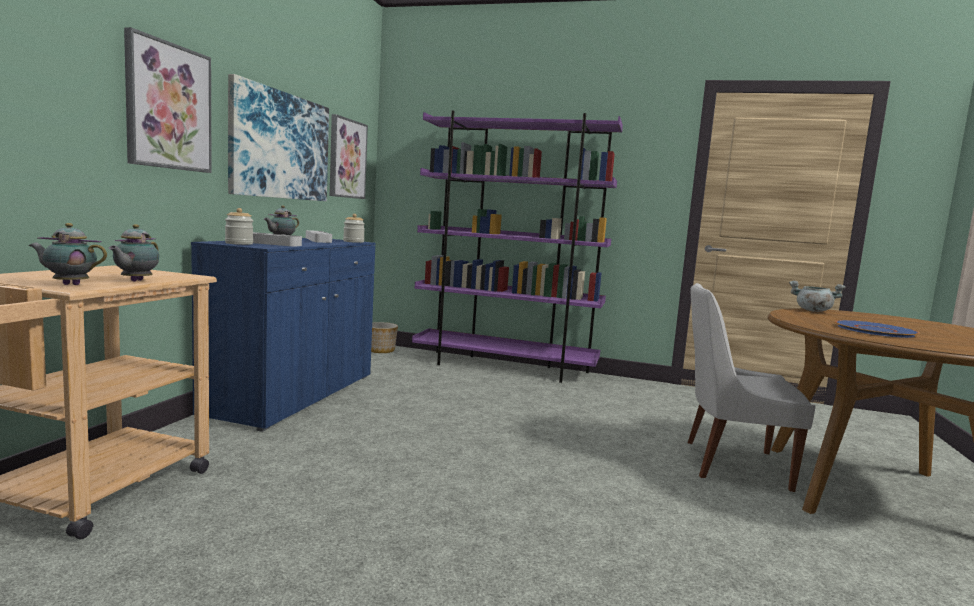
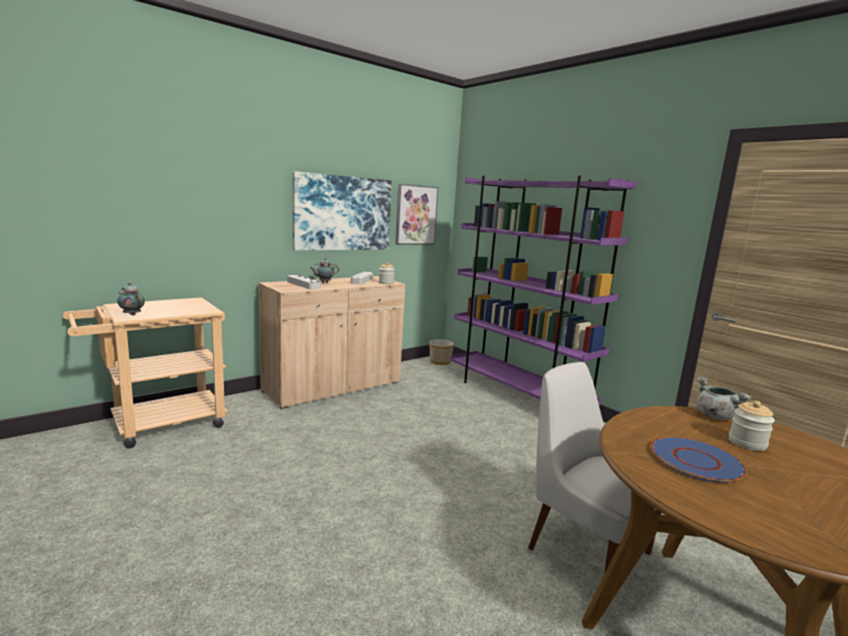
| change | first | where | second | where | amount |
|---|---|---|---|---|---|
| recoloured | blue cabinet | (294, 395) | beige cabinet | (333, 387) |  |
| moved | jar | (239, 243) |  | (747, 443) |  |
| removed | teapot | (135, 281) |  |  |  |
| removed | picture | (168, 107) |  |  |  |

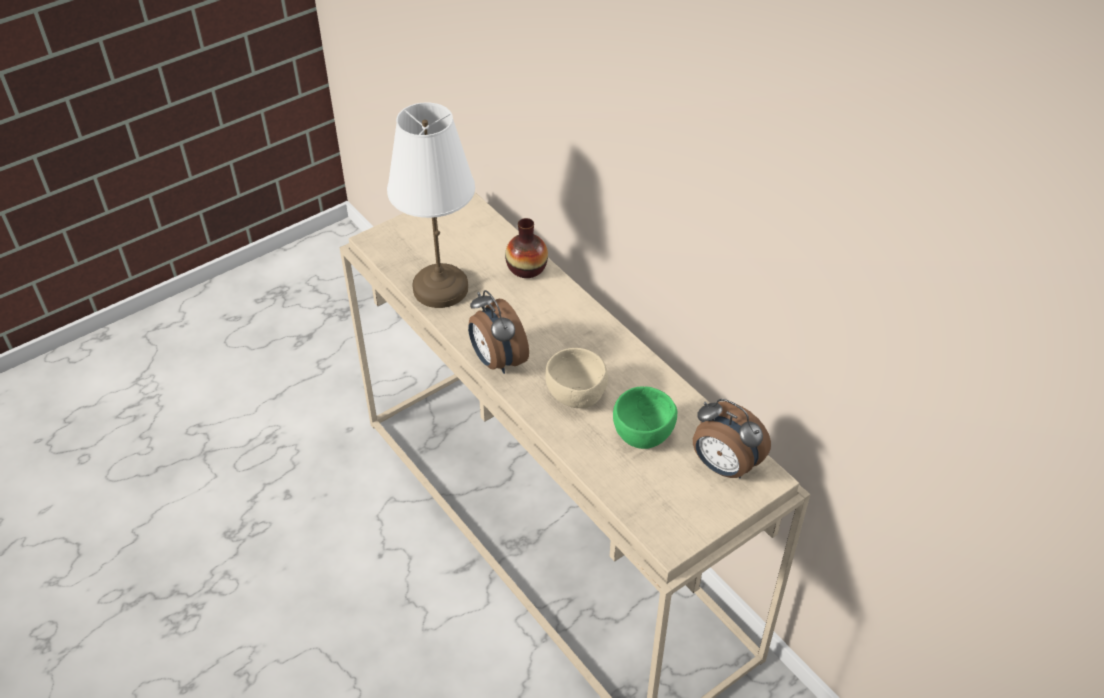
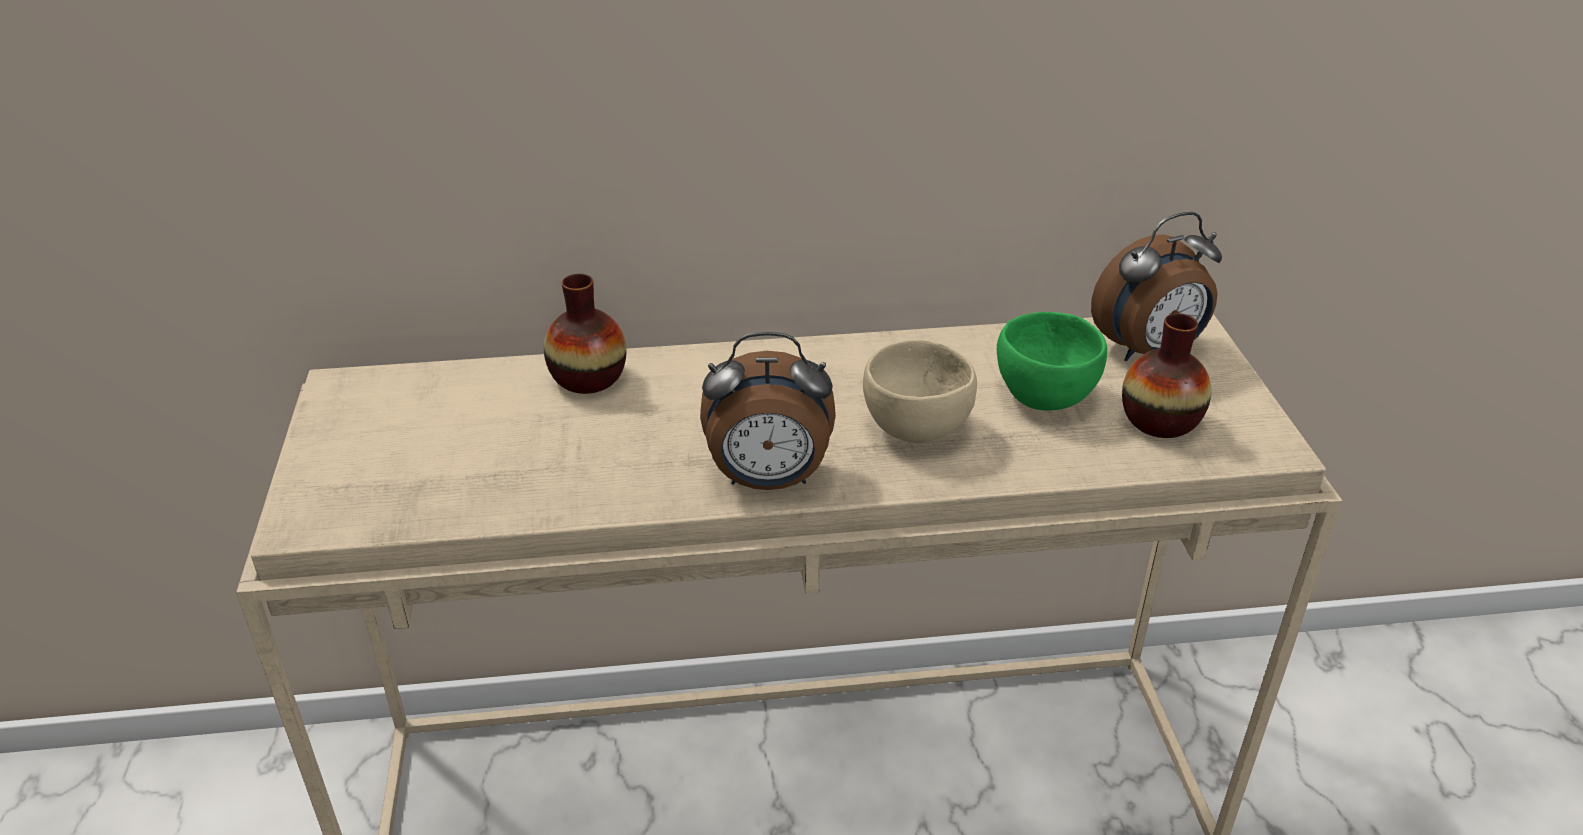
| change | first | where | second | where | amount |
|---|---|---|---|---|---|
| added |  |  | vase | (1160, 420) |  |
| removed | white table lamp | (439, 288) |  |  |  |

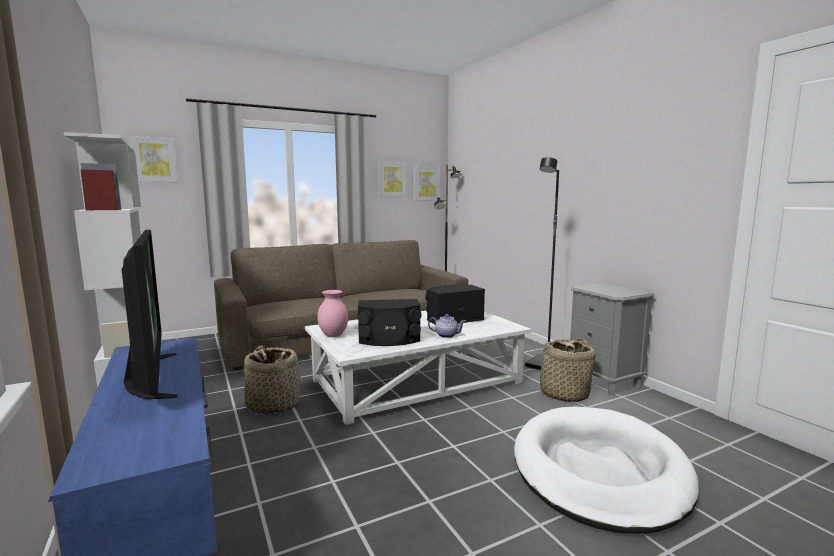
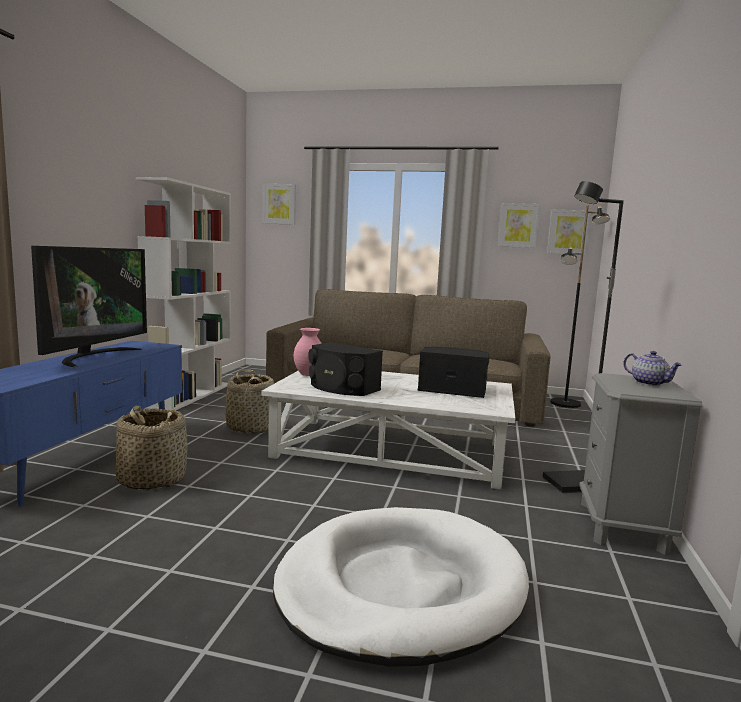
| change | first | where | second | where | amount |
|---|---|---|---|---|---|
| moved | basket | (563, 394) |  | (152, 480) |  |
| moved | teapot | (447, 335) |  | (649, 383) |  |

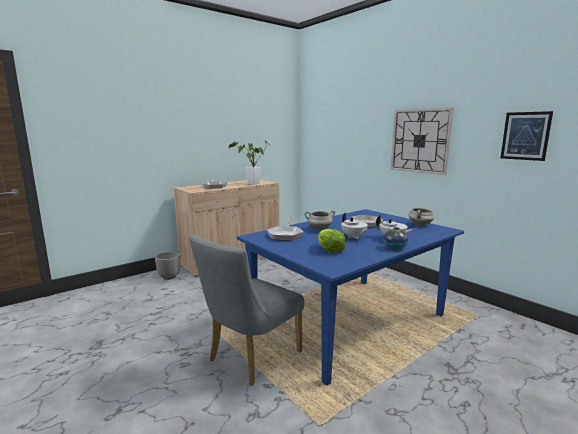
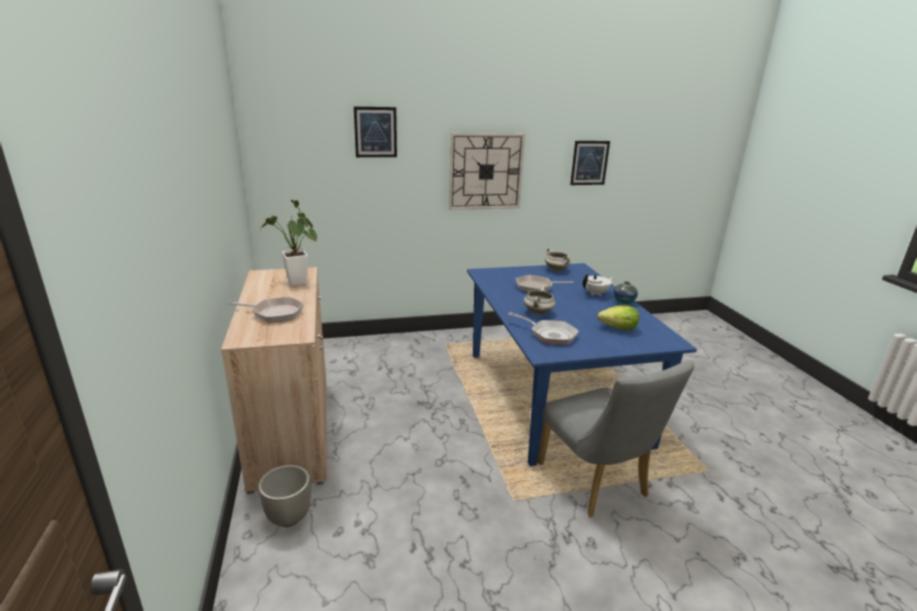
| change | first | where | second | where | amount |
|---|---|---|---|---|---|
| added |  |  | picture | (375, 132) |  |
| removed | white teapot | (353, 237) |  |  |  |

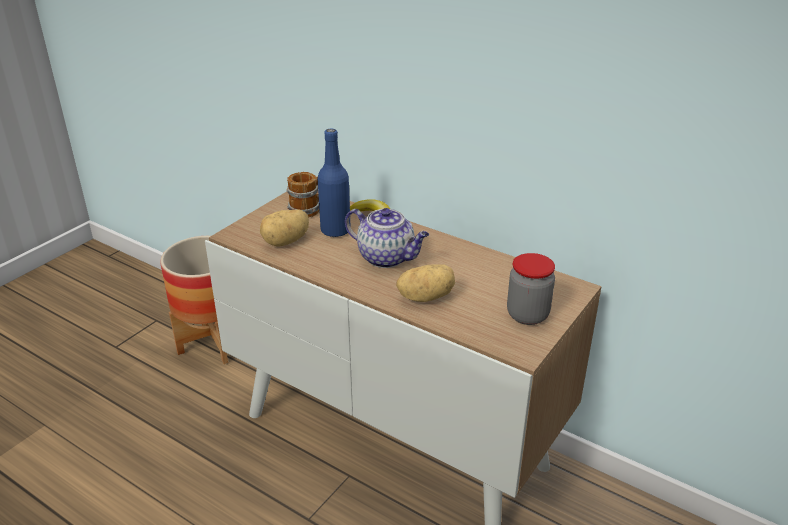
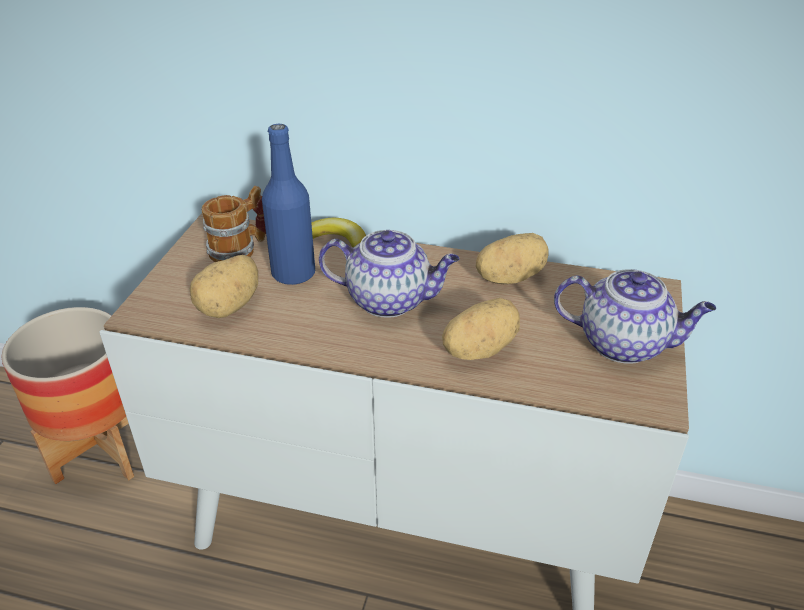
| change | first | where | second | where | amount |
|---|---|---|---|---|---|
| added |  |  | potato | (509, 277) |  |
| replaced | jar | (527, 315) | teapot | (624, 344) |  |

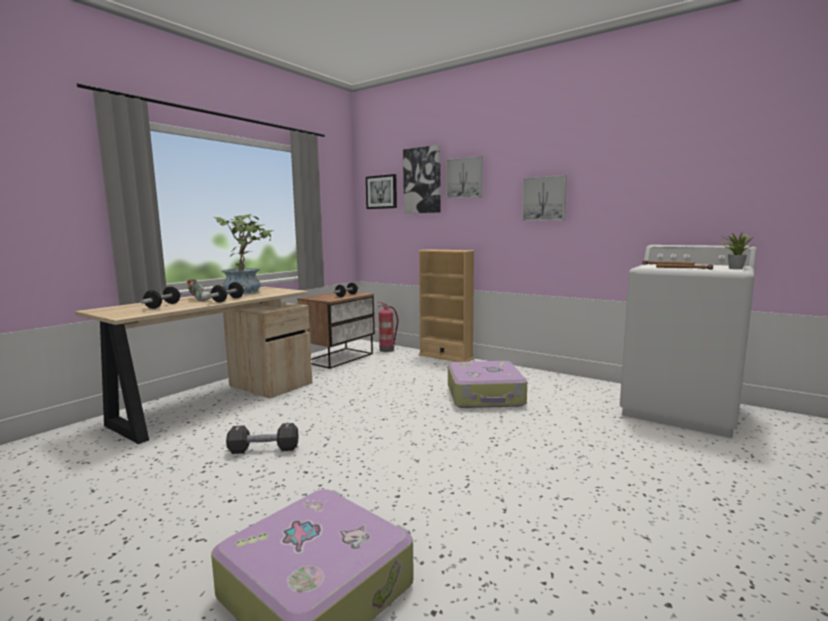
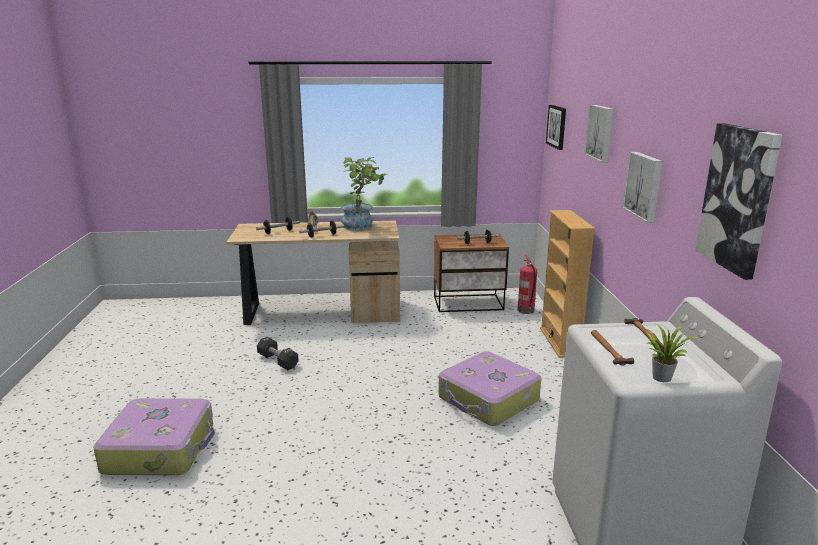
| change | first | where | second | where | amount |
|---|---|---|---|---|---|
| moved | picture | (422, 180) |  | (738, 198) |  |

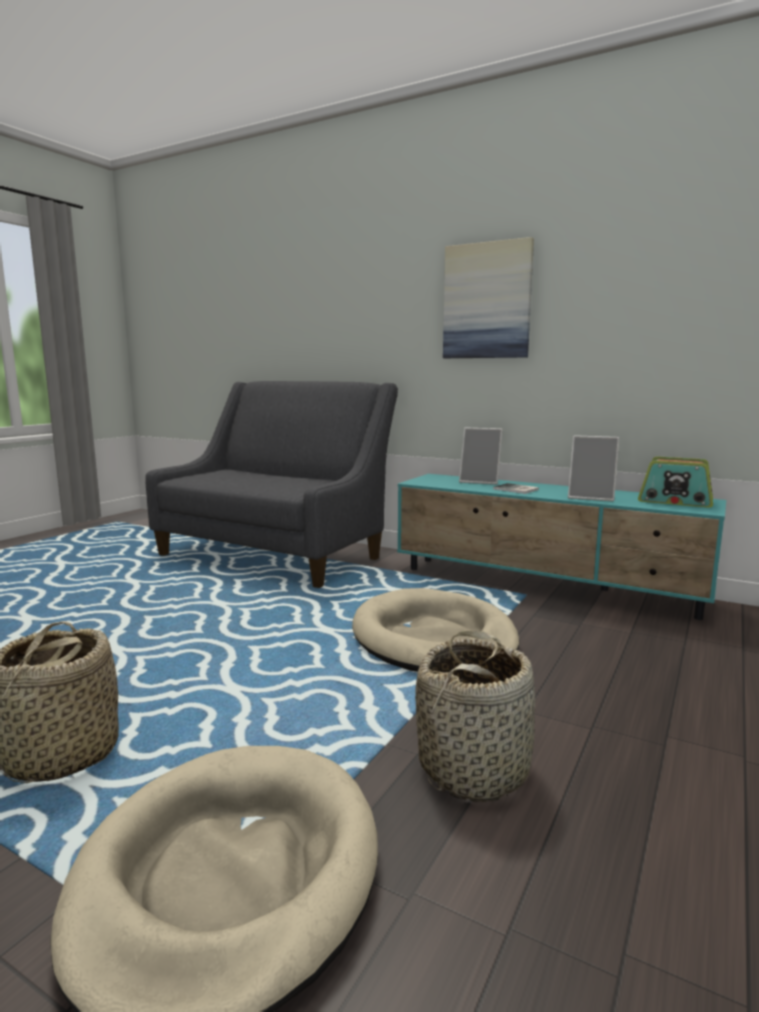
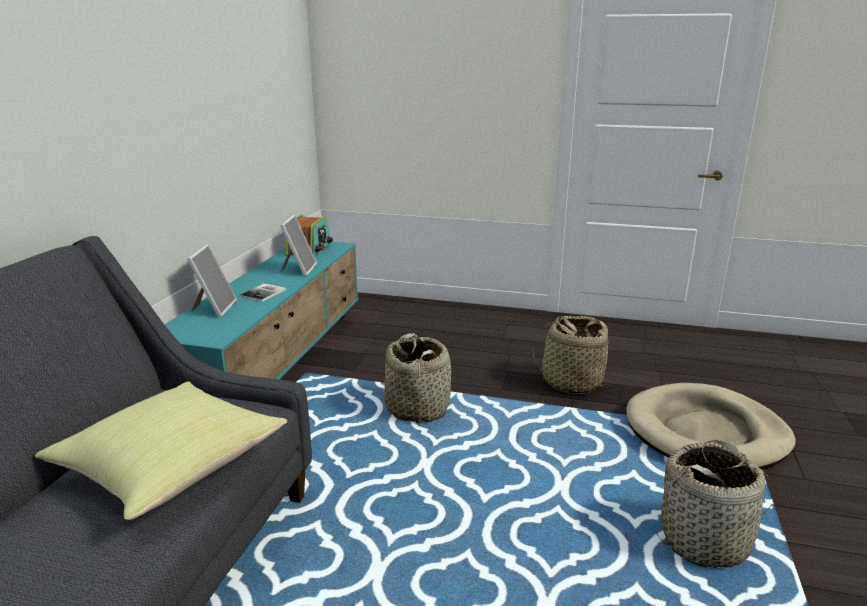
| change | first | where | second | where | amount |
|---|---|---|---|---|---|
| added |  |  | yellow pillow | (172, 468) |  |
| replaced | beige dog bed | (433, 639) | basket | (417, 408) |  |
| removed | picture | (487, 301) |  |  |  |

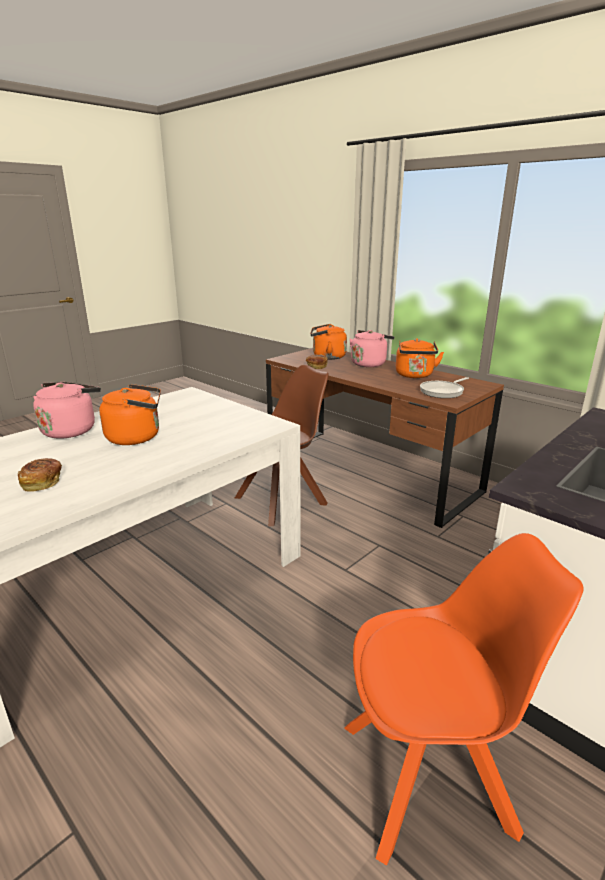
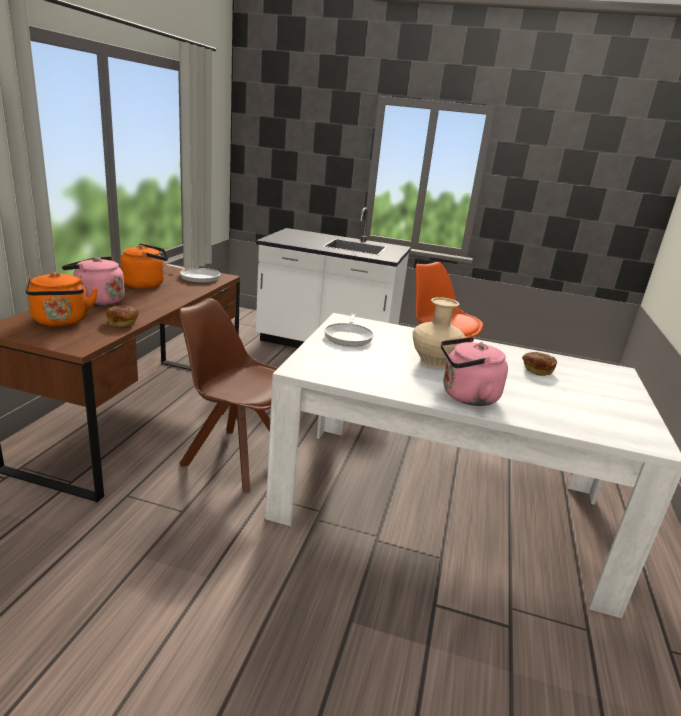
| change | first | where | second | where | amount |
|---|---|---|---|---|---|
| added |  |  | frying pan | (349, 336) |  |
| replaced | orange kettle | (137, 437) | beige vase | (434, 361) |  |

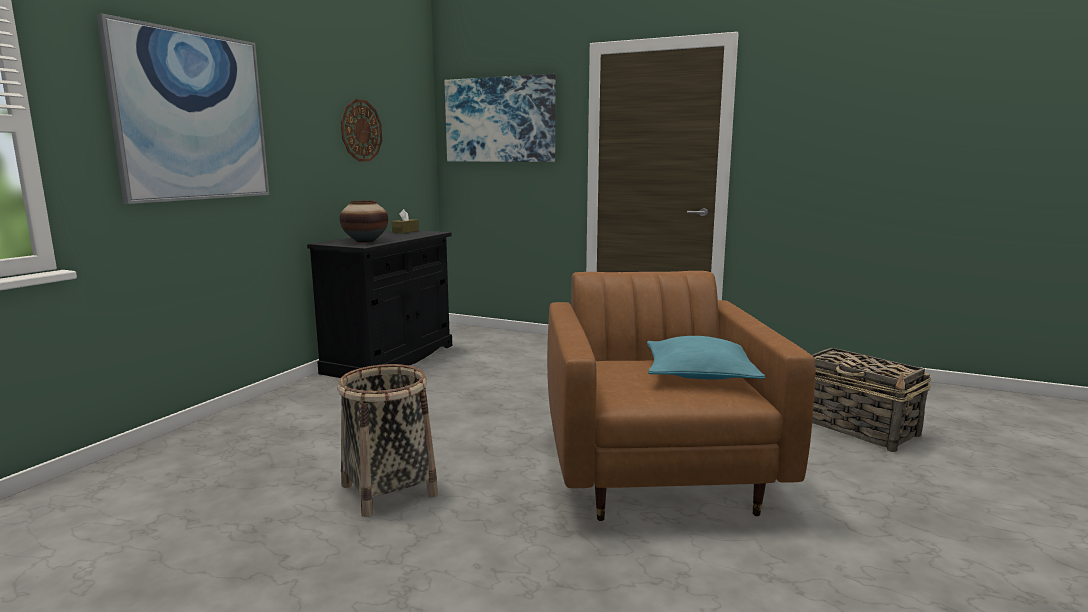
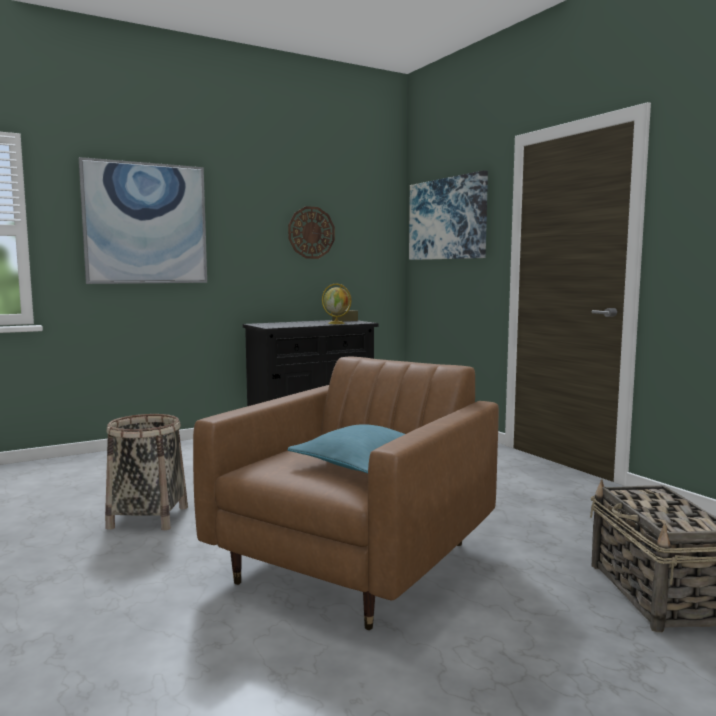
| change | first | where | second | where | amount |
|---|---|---|---|---|---|
| added |  |  | globe | (337, 323) |  |
| removed | vase | (365, 241) |  |  |  |

